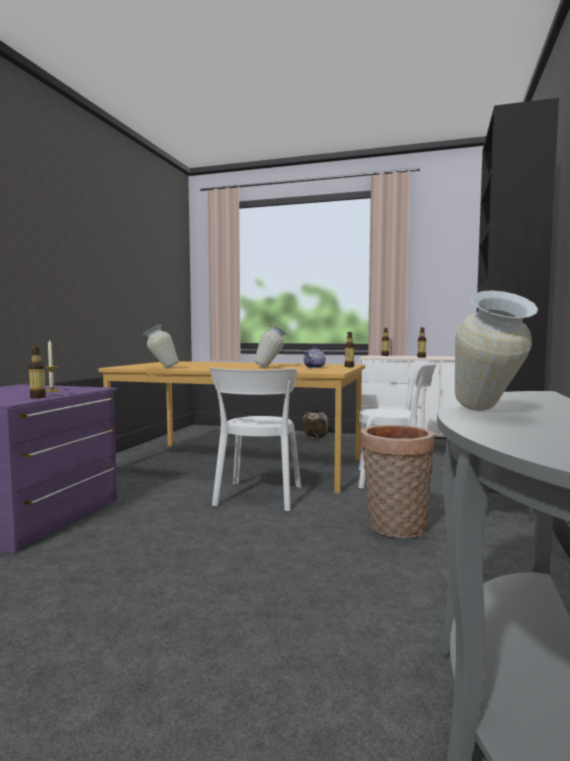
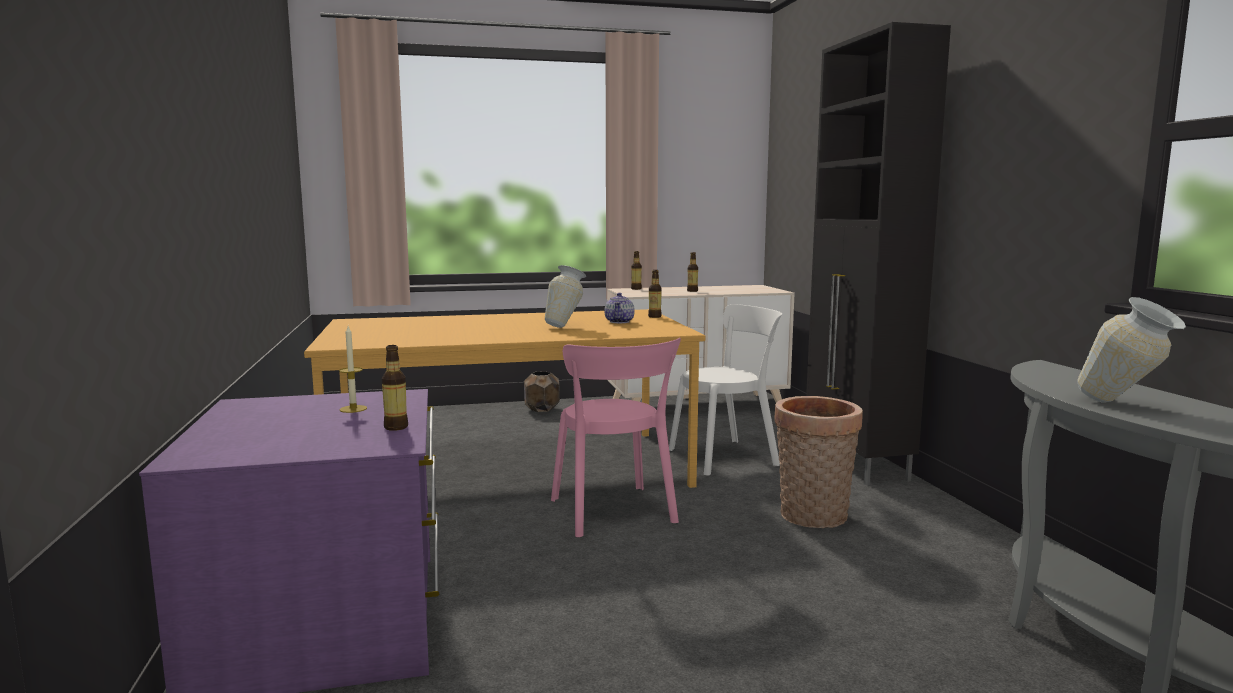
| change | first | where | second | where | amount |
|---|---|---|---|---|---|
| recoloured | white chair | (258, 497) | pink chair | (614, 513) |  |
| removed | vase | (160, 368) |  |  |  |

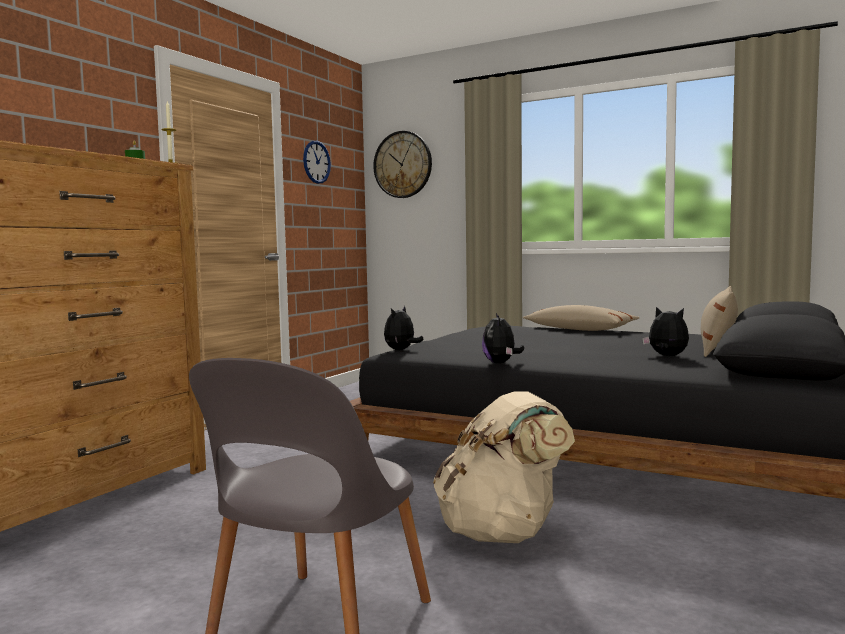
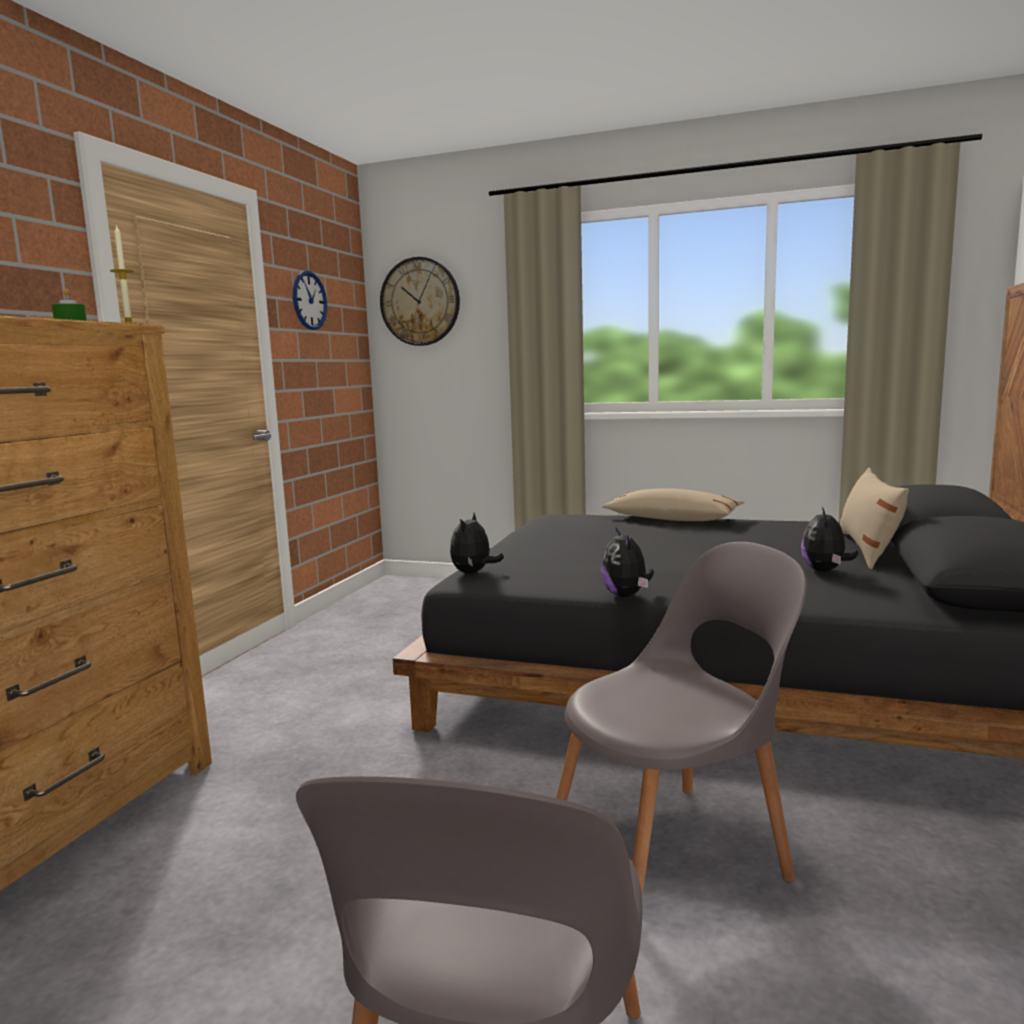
| change | first | where | second | where | amount |
|---|---|---|---|---|---|
| replaced | beige backpack | (502, 533) | grey chair | (674, 849) |  |
| turned | plush toy | (667, 356) |  | (825, 571) | 105 degrees counterclockwise |

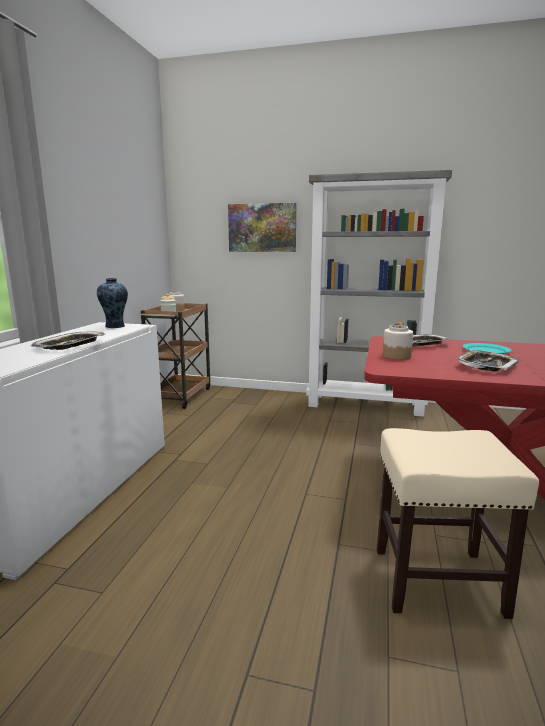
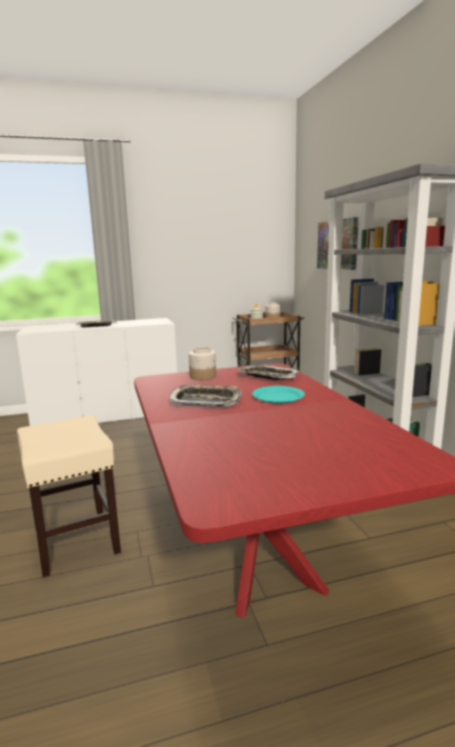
| change | first | where | second | where | amount |
|---|---|---|---|---|---|
| removed | vase | (115, 326) |  |  |  |

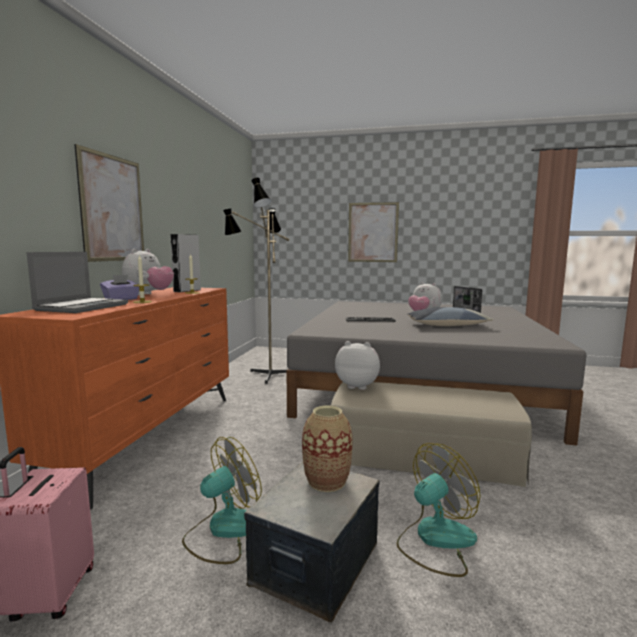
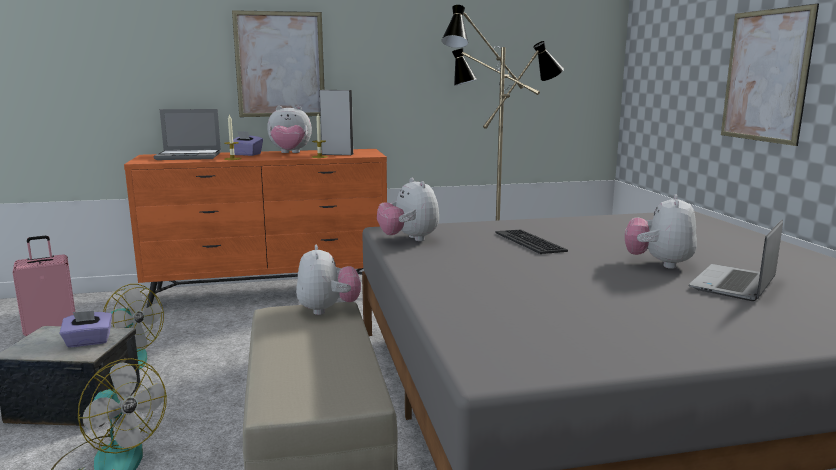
| change | first | where | second | where | amount |
|---|---|---|---|---|---|
| replaced | vase | (326, 481) | purple tissue box | (88, 342) |  |
| added |  |  | plush toy | (409, 239) |  |
| removed | pillow | (447, 325) |  |  |  |

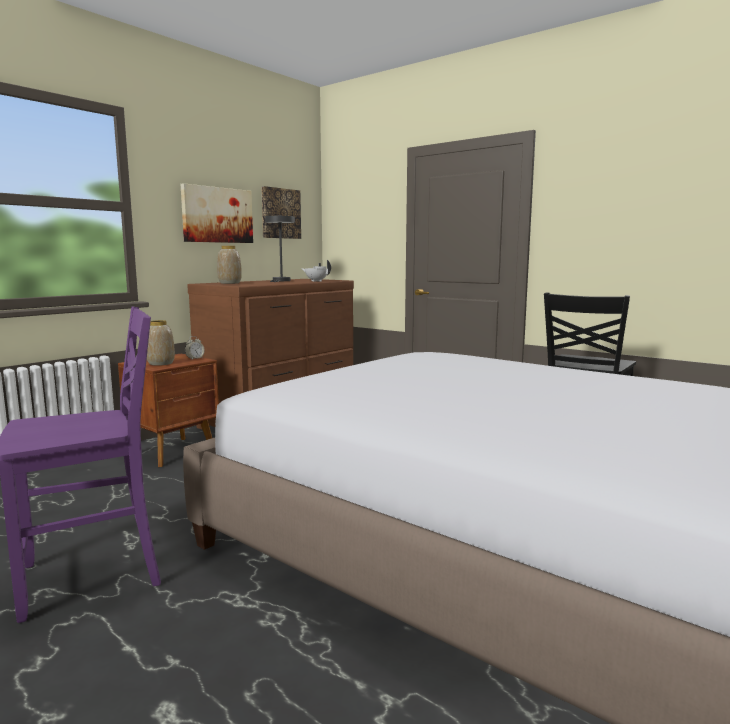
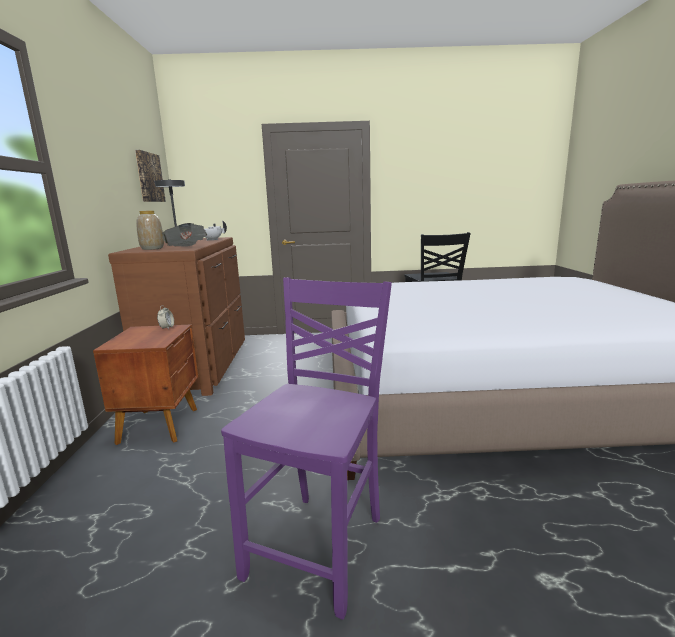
| change | first | where | second | where | amount |
|---|---|---|---|---|---|
| added |  |  | newspaper | (186, 248) |  |
| removed | vase | (160, 363) |  |  |  |
| removed | picture | (217, 215) |  |  |  |

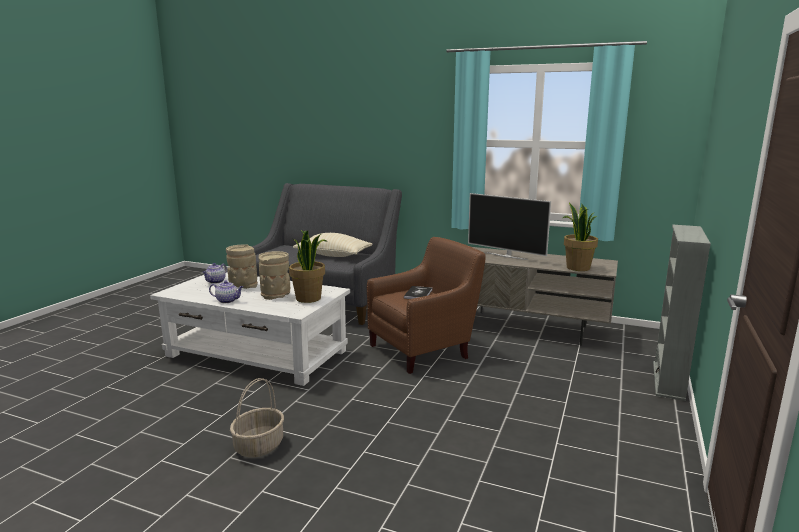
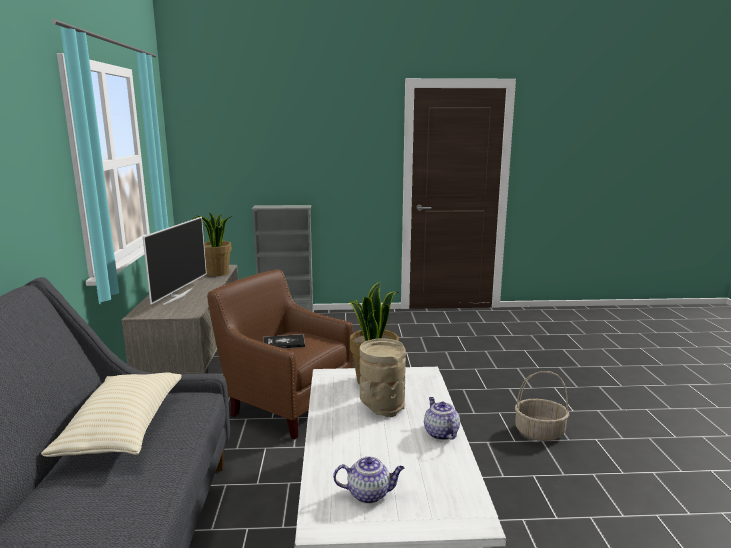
| change | first | where | second | where | amount |
|---|---|---|---|---|---|
| removed | beige vase | (243, 286) |  |  |  |

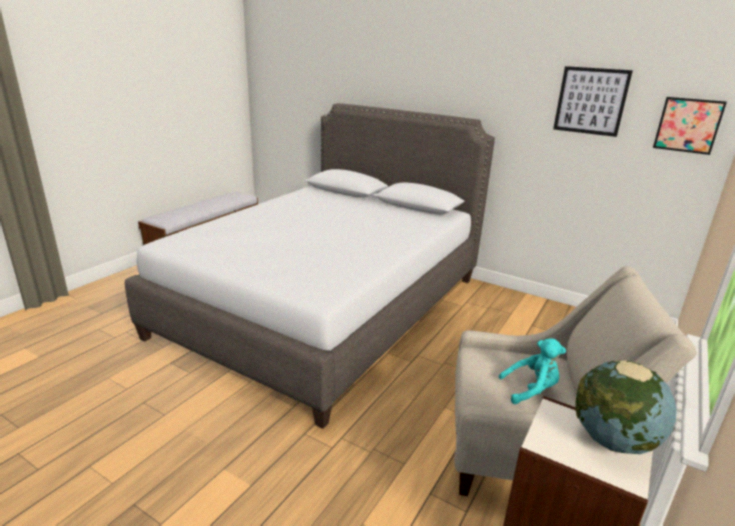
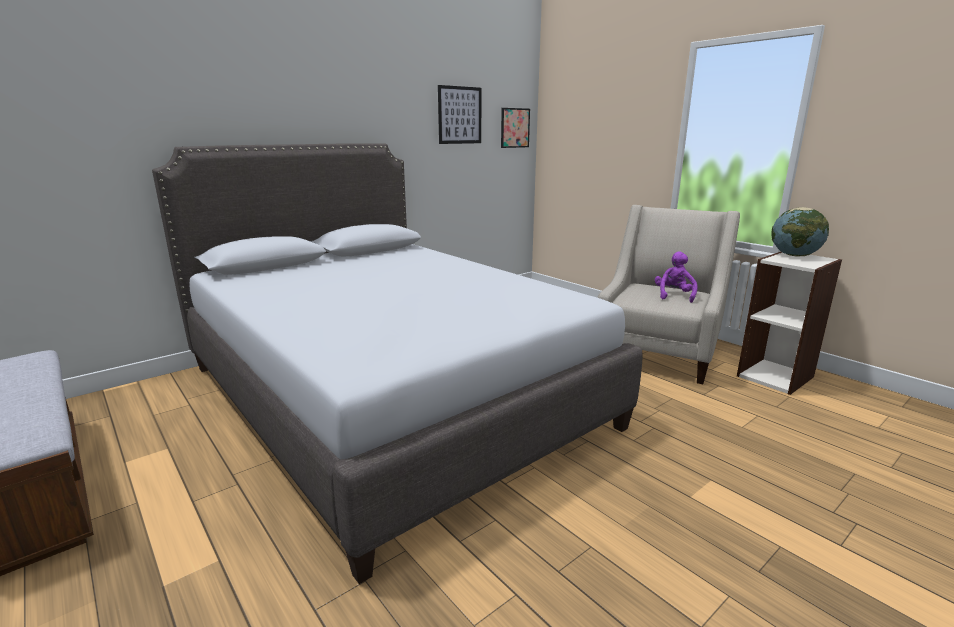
| change | first | where | second | where | amount |
|---|---|---|---|---|---|
| recoloured | turquoise plush toy | (531, 390) | purple plush toy | (674, 296) |  |

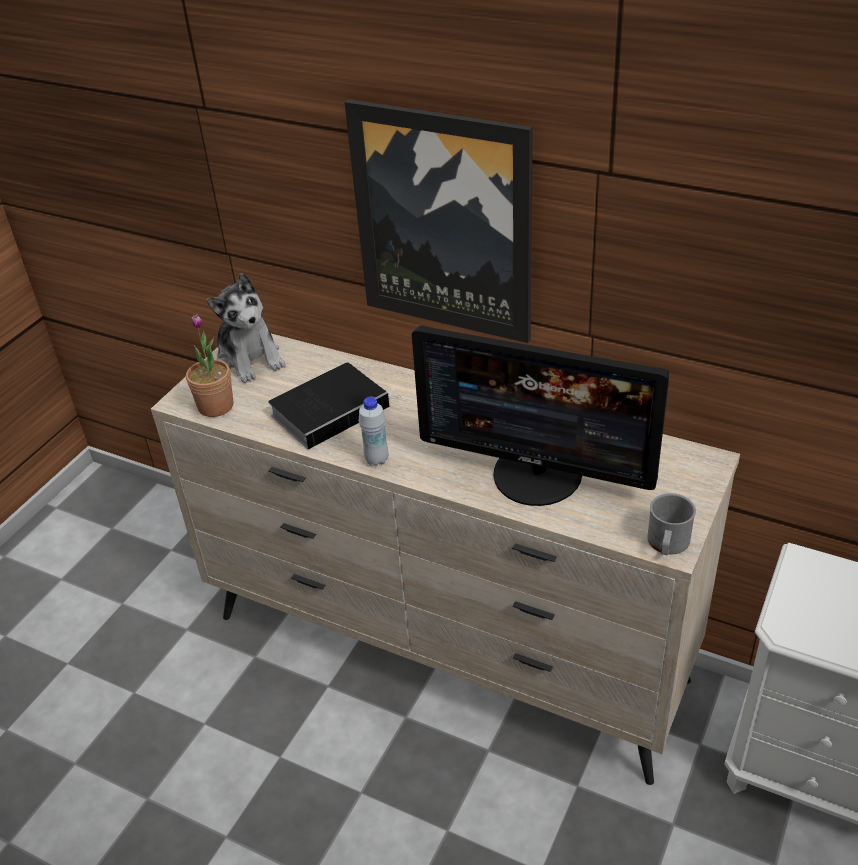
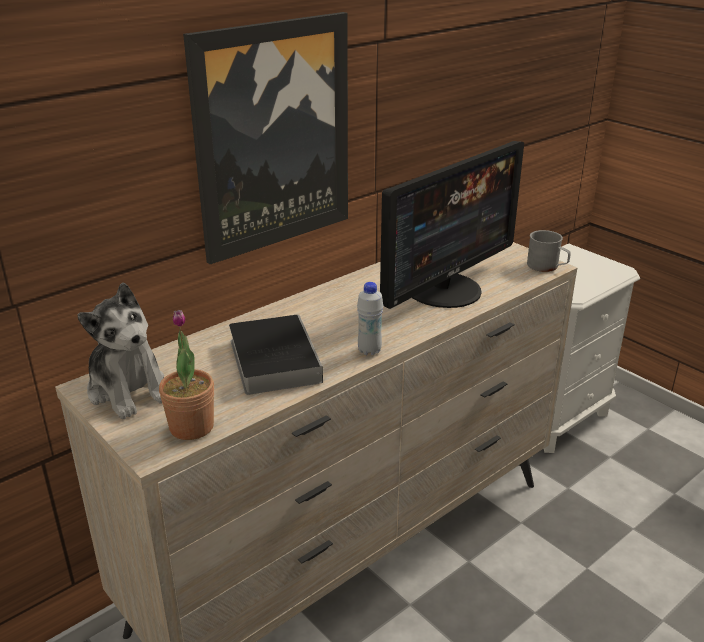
| change | first | where | second | where | amount |
|---|---|---|---|---|---|
| turned | plush toy | (250, 358) |  | (129, 390) | 60 degrees clockwise |

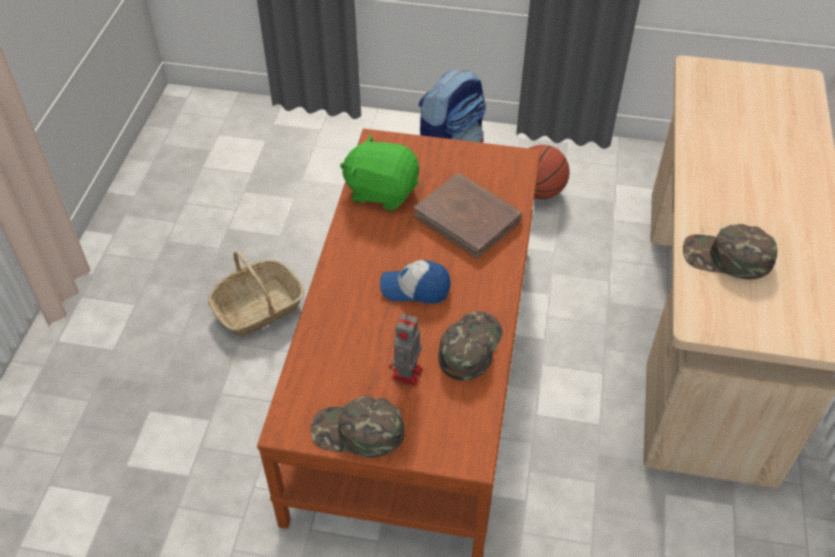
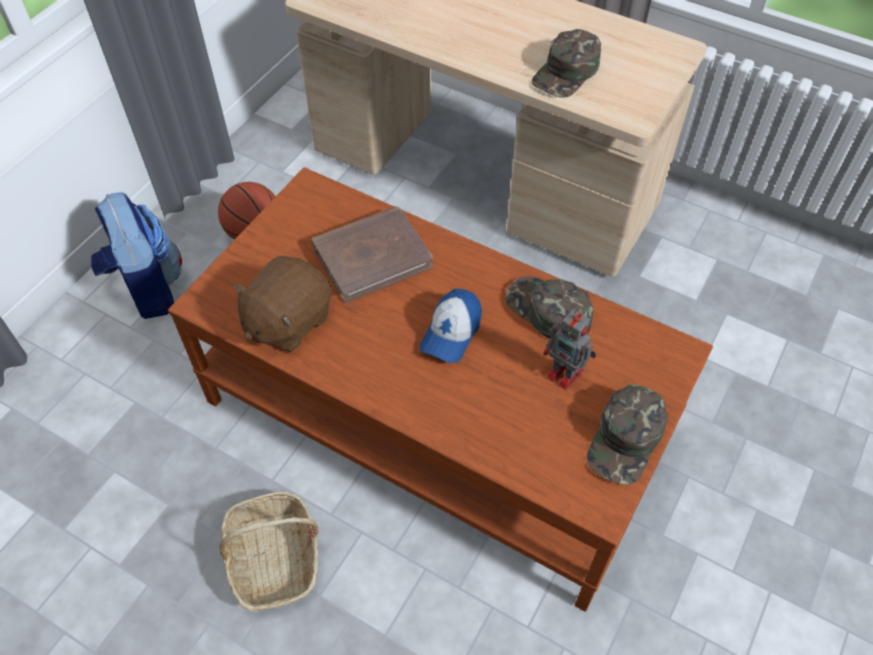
| change | first | where | second | where | amount |
|---|---|---|---|---|---|
| recoloured | green plush toy | (381, 191) | brown plush toy | (287, 321) |  |

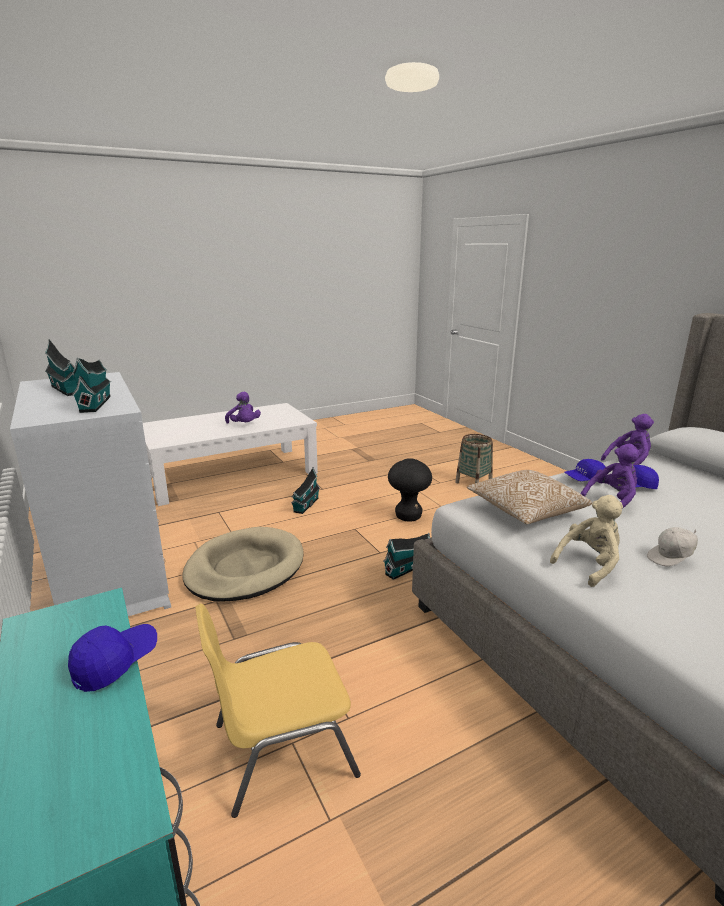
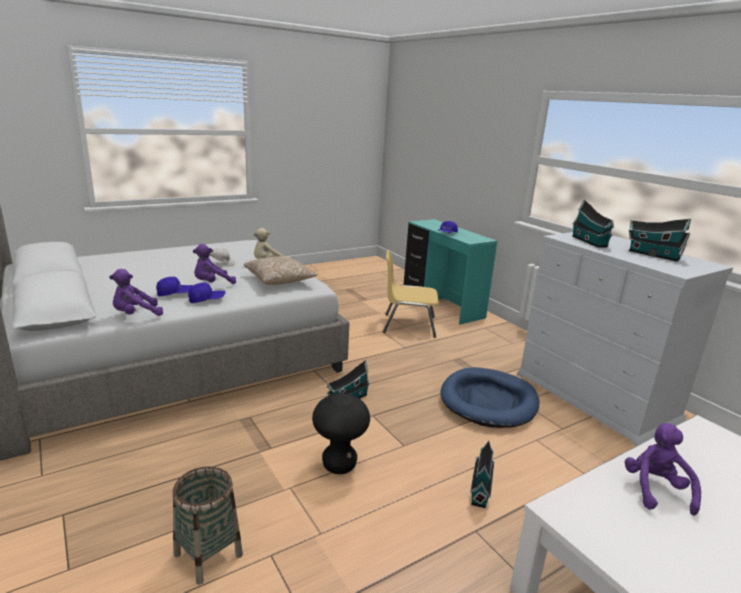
| change | first | where | second | where | amount |
|---|---|---|---|---|---|
| turned | yellow chair | (281, 748) |  | (408, 325) | 150 degrees counterclockwise |
| recoloured | beige dog bed | (245, 568) | blue dog bed | (489, 401) |  |
| turned | purple plush toy | (244, 425) |  | (655, 490) | 45 degrees clockwise |

